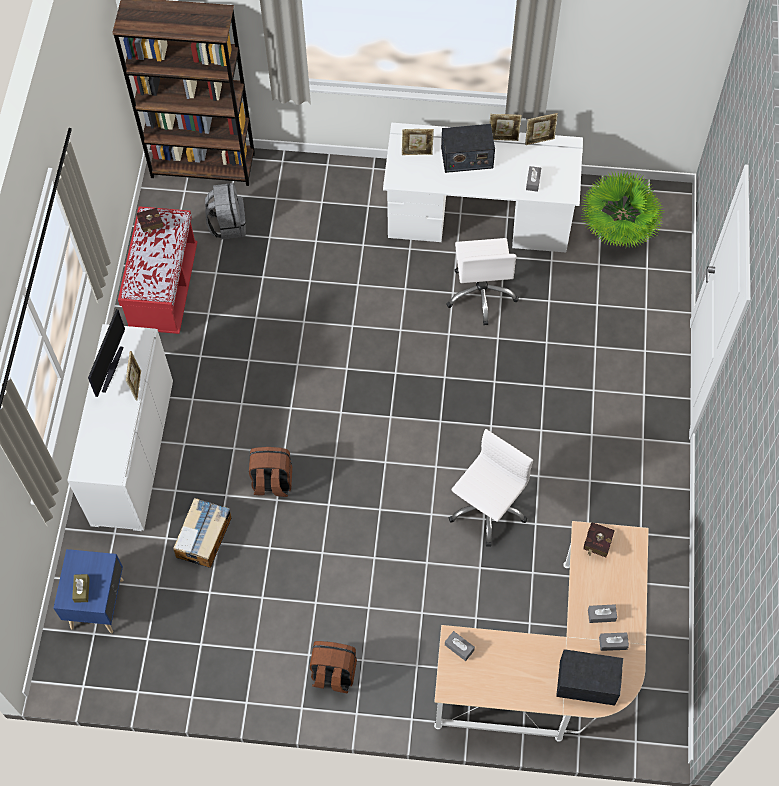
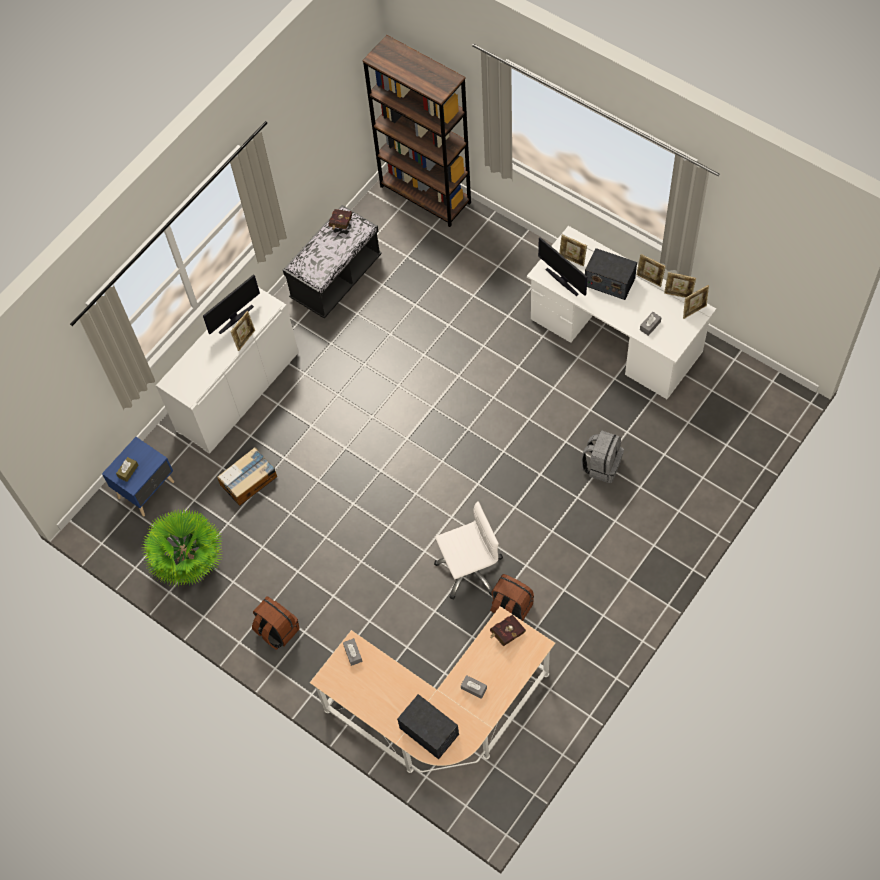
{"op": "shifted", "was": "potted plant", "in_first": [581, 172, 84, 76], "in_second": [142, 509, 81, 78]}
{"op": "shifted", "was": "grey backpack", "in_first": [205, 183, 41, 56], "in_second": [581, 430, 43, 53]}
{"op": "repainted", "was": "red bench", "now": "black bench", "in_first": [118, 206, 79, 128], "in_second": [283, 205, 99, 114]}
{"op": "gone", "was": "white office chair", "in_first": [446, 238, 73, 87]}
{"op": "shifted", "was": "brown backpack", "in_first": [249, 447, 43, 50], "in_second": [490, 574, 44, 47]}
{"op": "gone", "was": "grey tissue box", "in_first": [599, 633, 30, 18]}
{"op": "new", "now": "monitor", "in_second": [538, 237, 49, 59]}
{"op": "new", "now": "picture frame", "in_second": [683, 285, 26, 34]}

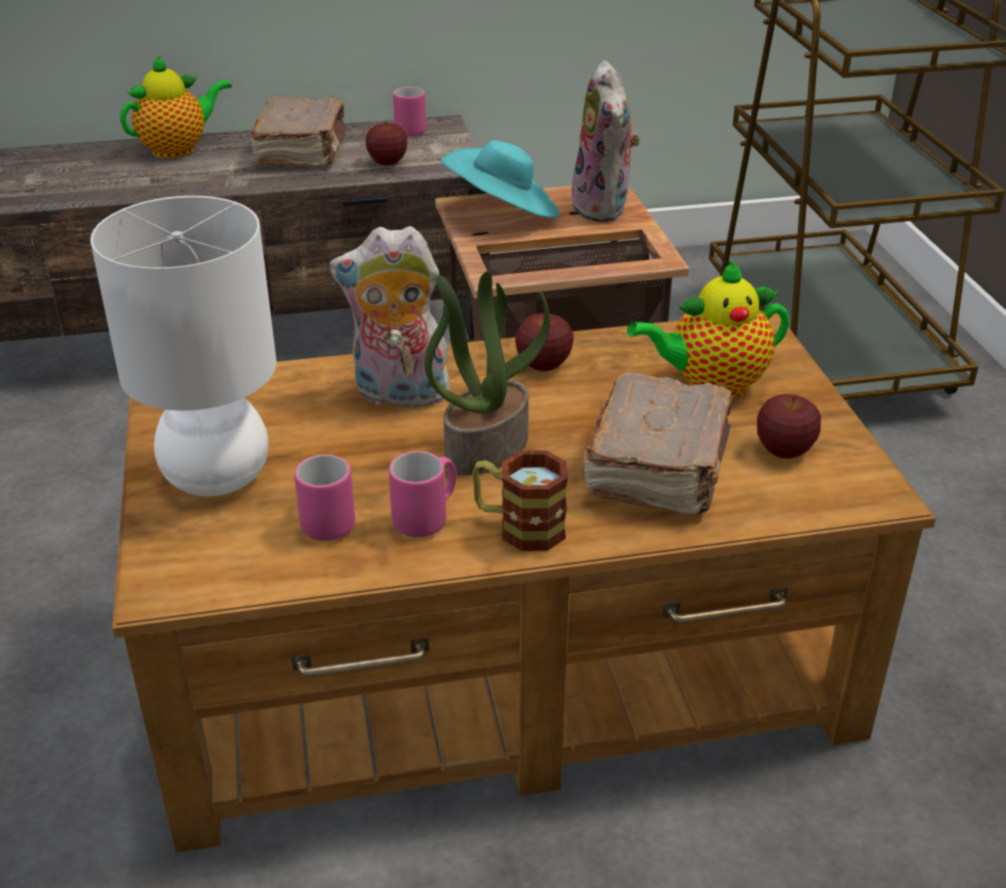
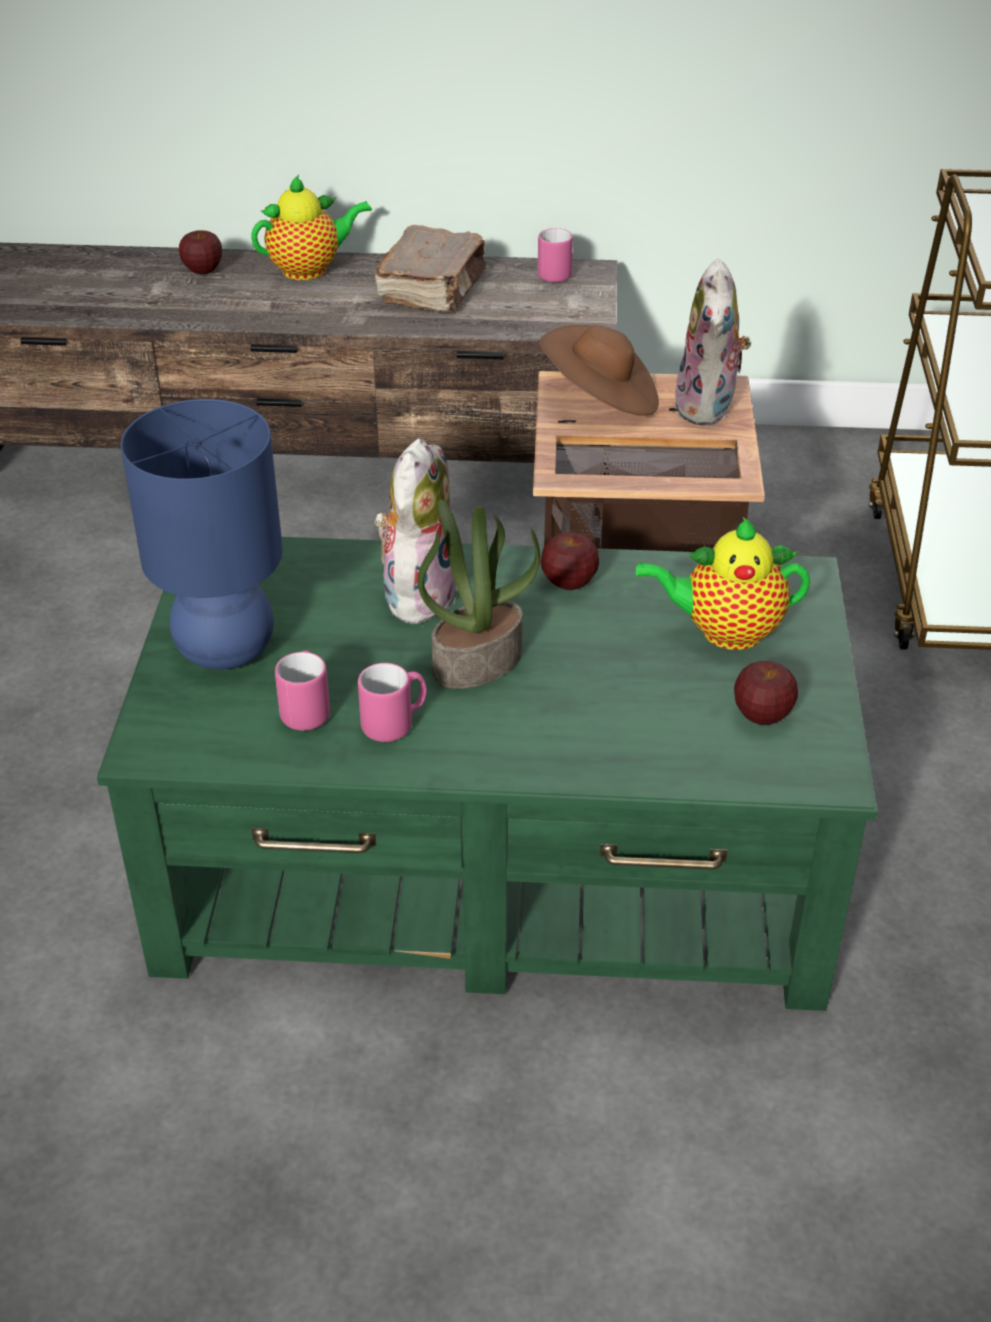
{"op": "shifted", "was": "apple", "in_first": [366, 121, 41, 44], "in_second": [179, 230, 43, 44]}
{"op": "repainted", "was": "turquoise hat", "now": "brown hat", "in_first": [441, 140, 118, 78], "in_second": [539, 325, 120, 91]}
{"op": "repainted", "was": "white table lamp", "now": "blue table lamp", "in_first": [90, 196, 187, 300], "in_second": [120, 399, 163, 271]}
{"op": "rotated", "was": "plush toy", "in_first": [329, 226, 124, 182], "in_second": [374, 438, 84, 186], "clockwise": 90}
{"op": "repainted", "was": "brown coffee table", "now": "green coffee table", "in_first": [112, 313, 824, 540], "in_second": [97, 537, 781, 474]}
{"op": "gone", "was": "brown book", "in_first": [584, 372, 149, 143]}
{"op": "gone", "was": "mug", "in_first": [472, 450, 96, 101]}

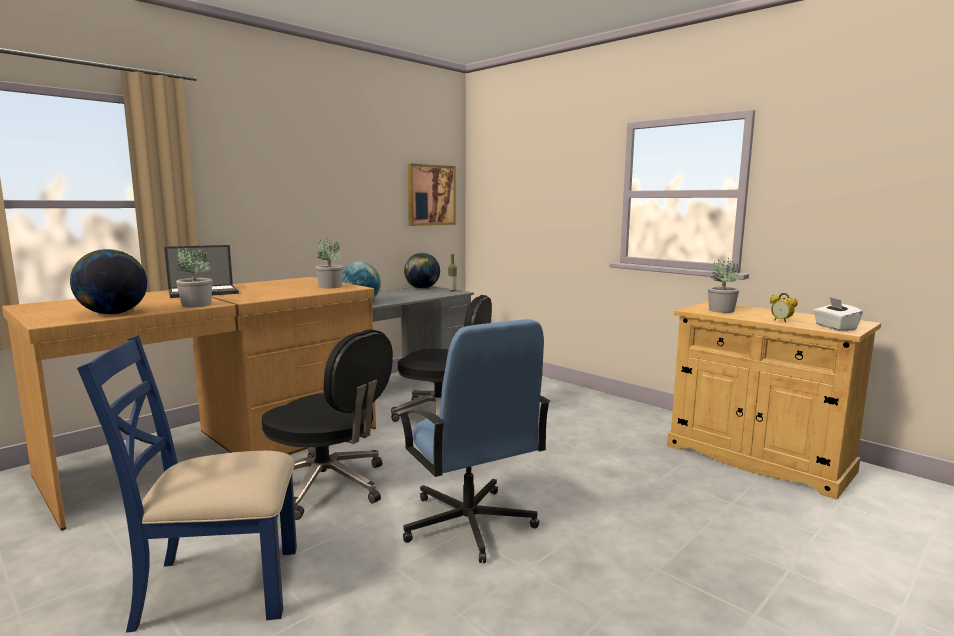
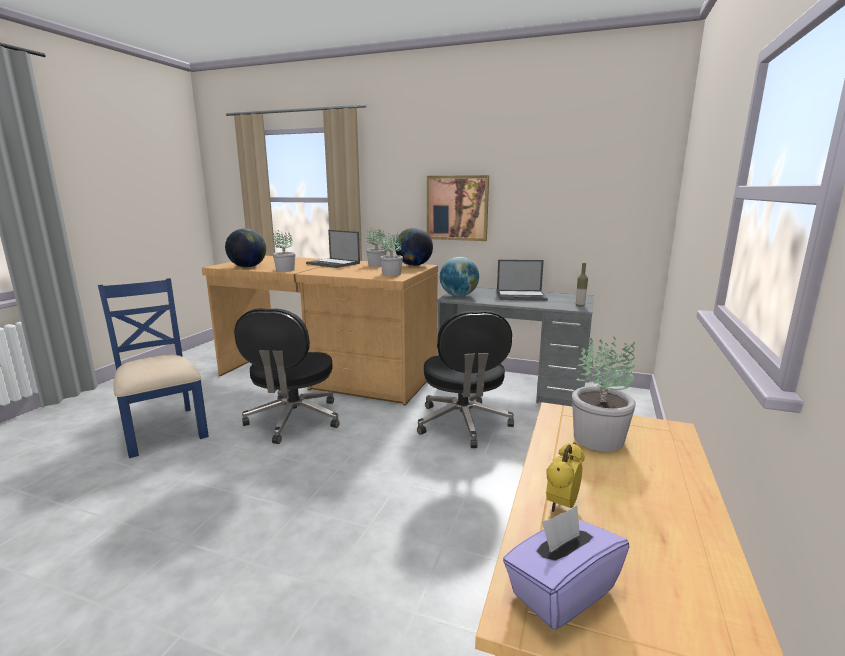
{"op": "shifted", "was": "picture", "in_first": [408, 163, 48, 63], "in_second": [427, 175, 62, 66]}
{"op": "shifted", "was": "globe", "in_first": [404, 253, 36, 36], "in_second": [395, 228, 38, 38]}
{"op": "repainted", "was": "white tissue box", "now": "purple tissue box", "in_first": [813, 297, 50, 34], "in_second": [503, 505, 126, 125]}
{"op": "gone", "was": "blue office chair", "in_first": [398, 319, 153, 244]}
{"op": "new", "now": "potted plant", "in_second": [366, 229, 21, 38]}
{"op": "new", "now": "laptop", "in_second": [497, 260, 51, 41]}

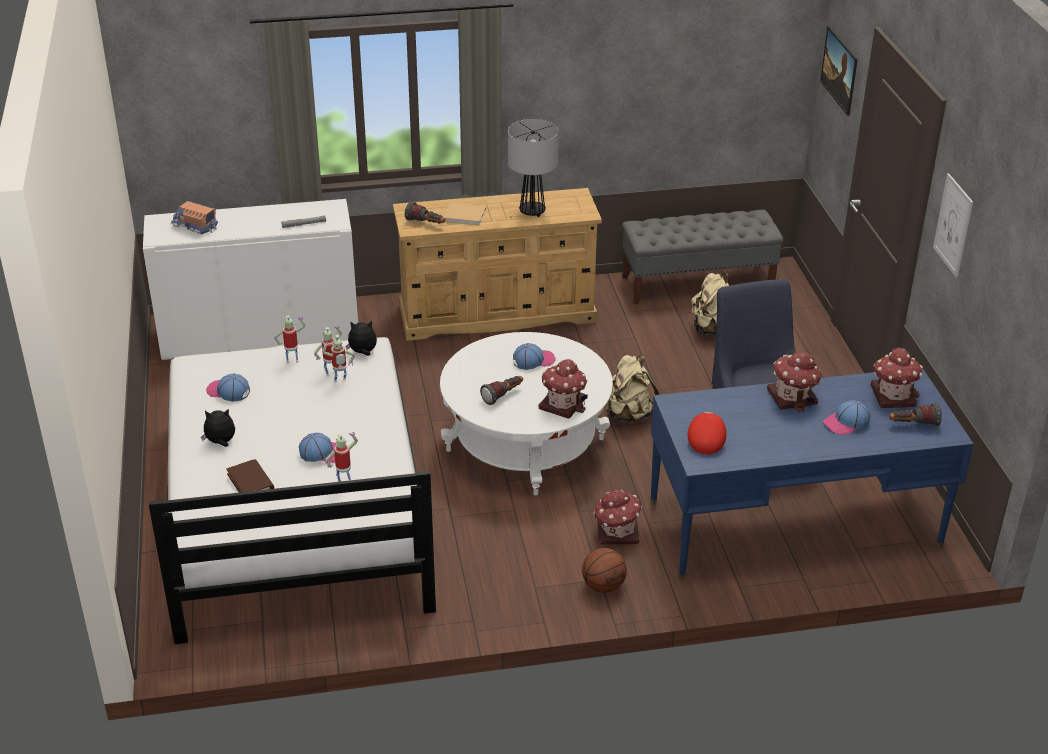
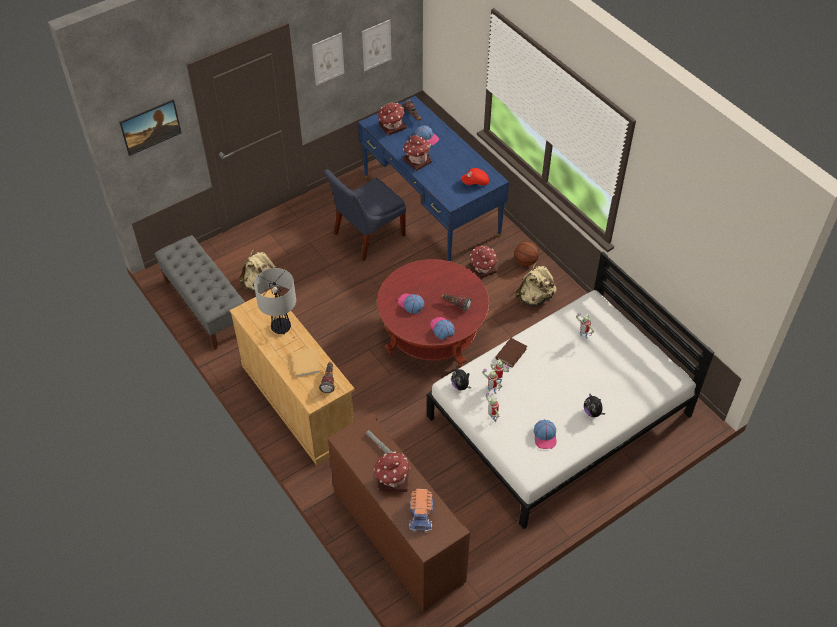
{"op": "repainted", "was": "white cabinet", "now": "brown cabinet", "in_first": [143, 199, 215, 161], "in_second": [327, 412, 143, 200]}
{"op": "repainted", "was": "white coffee table", "now": "red coffee table", "in_first": [440, 332, 173, 163], "in_second": [377, 259, 112, 109]}
{"op": "shifted", "was": "beige backpack", "in_first": [606, 355, 53, 67], "in_second": [515, 263, 41, 43]}
{"op": "shifted", "was": "toy house", "in_first": [539, 359, 49, 60], "in_second": [374, 452, 36, 40]}
{"op": "shifted", "was": "cap", "in_first": [299, 433, 39, 30], "in_second": [430, 317, 25, 23]}
{"op": "shifted", "was": "brown book", "in_first": [226, 459, 48, 34], "in_second": [495, 338, 32, 30]}
{"op": "new", "now": "picture", "in_second": [362, 20, 29, 51]}

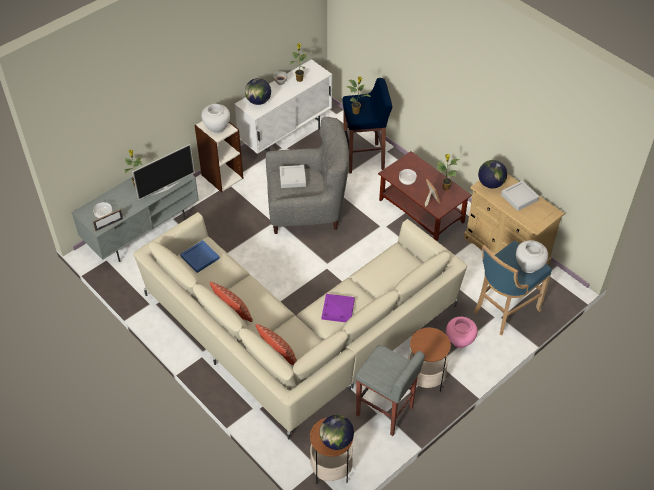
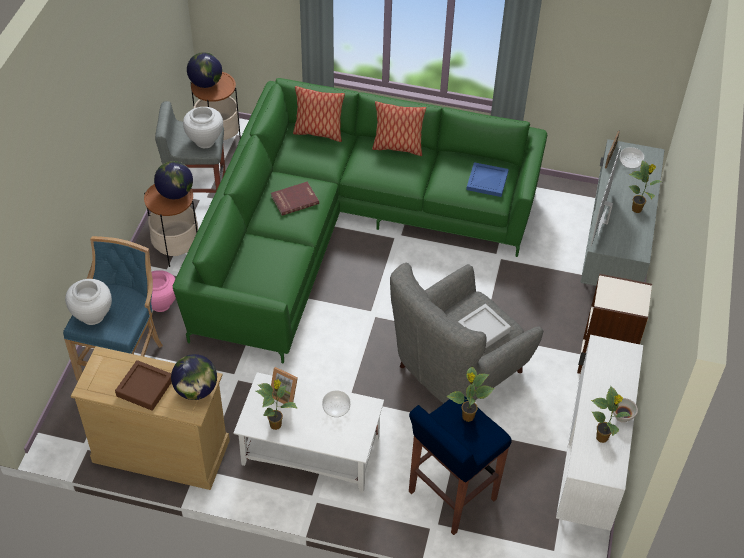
{"op": "shifted", "was": "globe", "in_first": [245, 78, 26, 27], "in_second": [154, 161, 39, 38]}
{"op": "shifted", "was": "white vase", "in_first": [201, 104, 29, 30], "in_second": [183, 107, 40, 41]}
{"op": "repainted", "was": "brown coffee table", "now": "white coffee table", "in_first": [378, 151, 94, 91], "in_second": [233, 372, 151, 121]}
{"op": "repainted", "was": "grey tray", "now": "brown tray", "in_first": [501, 180, 38, 31], "in_second": [115, 360, 57, 51]}
{"op": "repainted", "was": "beige sofa", "now": "green sofa", "in_first": [134, 212, 333, 227], "in_second": [173, 78, 374, 285]}
{"op": "swapped", "was": "purple tray", "now": "red book", "in_first": [322, 294, 33, 28], "in_second": [271, 182, 48, 34]}

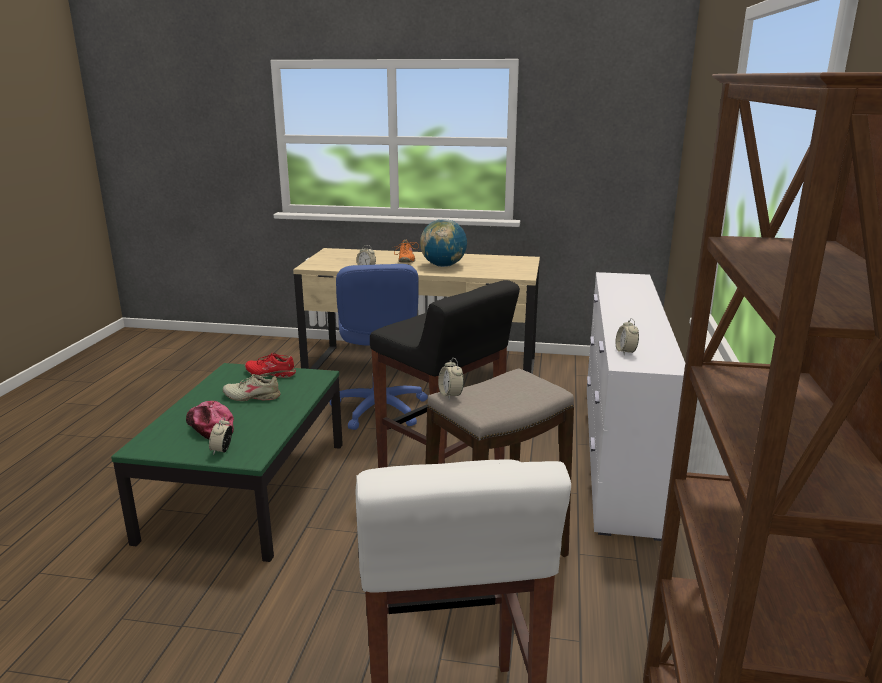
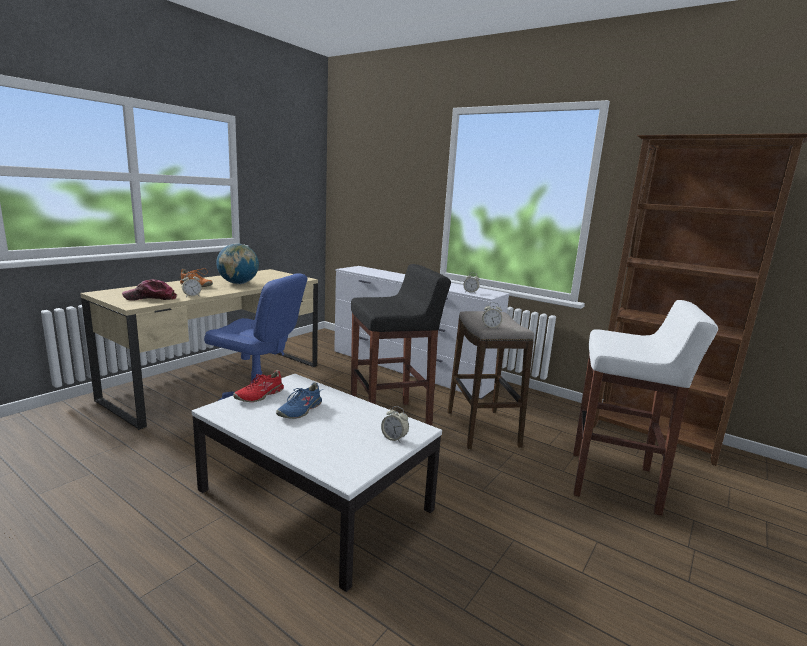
{"op": "repainted", "was": "green coffee table", "now": "white coffee table", "in_first": [111, 363, 232, 199], "in_second": [192, 374, 250, 218]}
{"op": "repainted", "was": "beige shoe", "now": "blue shoe", "in_first": [223, 374, 58, 27], "in_second": [276, 382, 47, 37]}
{"op": "shifted", "was": "cap", "in_first": [186, 401, 48, 38], "in_second": [122, 280, 55, 21]}

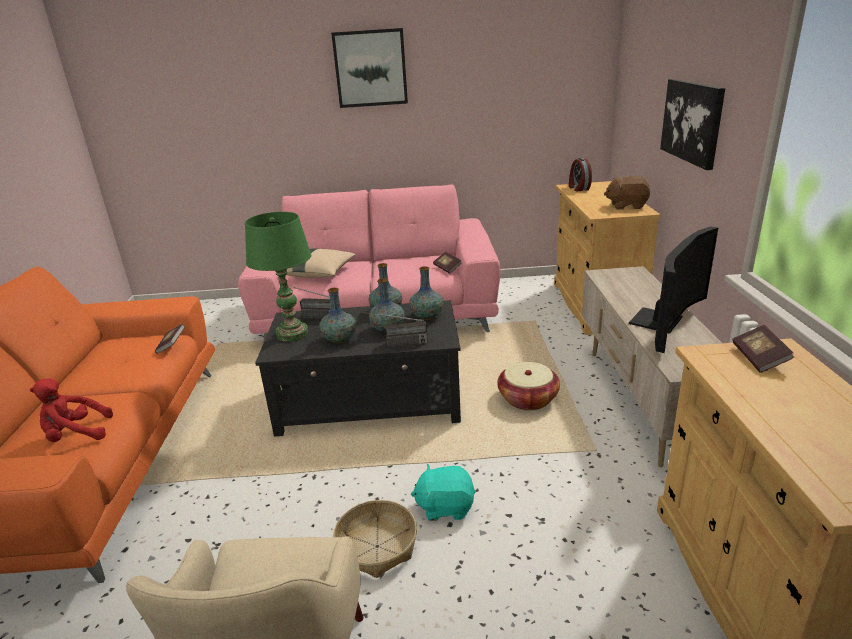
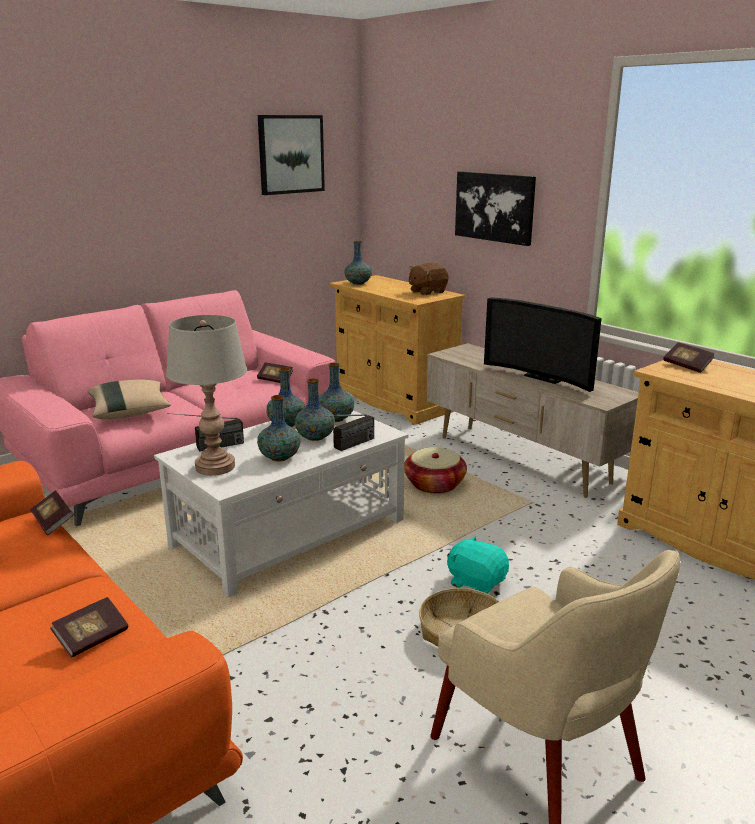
{"op": "shifted", "was": "picture", "in_first": [331, 28, 77, 80], "in_second": [258, 115, 67, 80]}
{"op": "swapped", "was": "alarm clock", "now": "vase", "in_first": [569, 158, 23, 33], "in_second": [344, 241, 28, 44]}
{"op": "repainted", "was": "green table lamp", "now": "grey table lamp", "in_first": [245, 212, 66, 130], "in_second": [166, 315, 81, 161]}
{"op": "rotated", "was": "television", "in_first": [629, 227, 89, 126], "in_second": [484, 297, 118, 95], "clockwise": 135}
{"op": "repainted", "was": "black coffee table", "now": "white coffee table", "in_first": [255, 300, 206, 137], "in_second": [154, 410, 254, 188]}
{"op": "swapped", "was": "red plush toy", "now": "book", "in_first": [30, 379, 83, 63], "in_second": [50, 597, 78, 61]}
{"op": "rotated", "was": "turquoise plush toy", "in_first": [411, 464, 65, 57], "in_second": [447, 536, 62, 57], "clockwise": 75}

